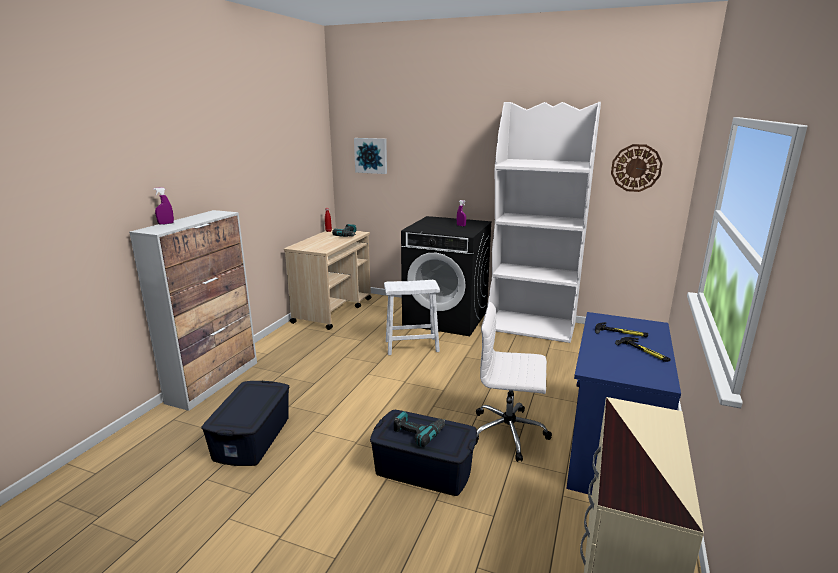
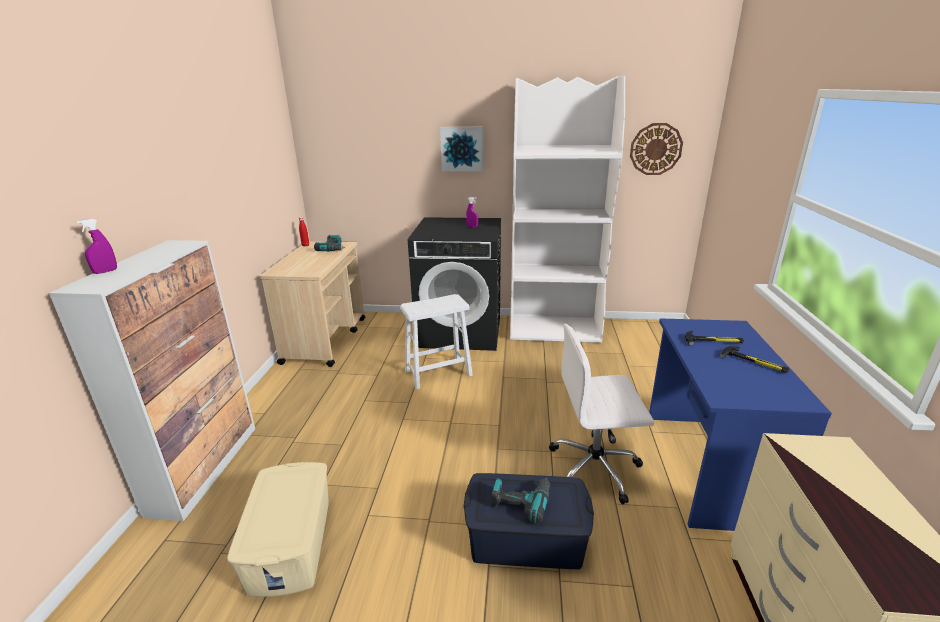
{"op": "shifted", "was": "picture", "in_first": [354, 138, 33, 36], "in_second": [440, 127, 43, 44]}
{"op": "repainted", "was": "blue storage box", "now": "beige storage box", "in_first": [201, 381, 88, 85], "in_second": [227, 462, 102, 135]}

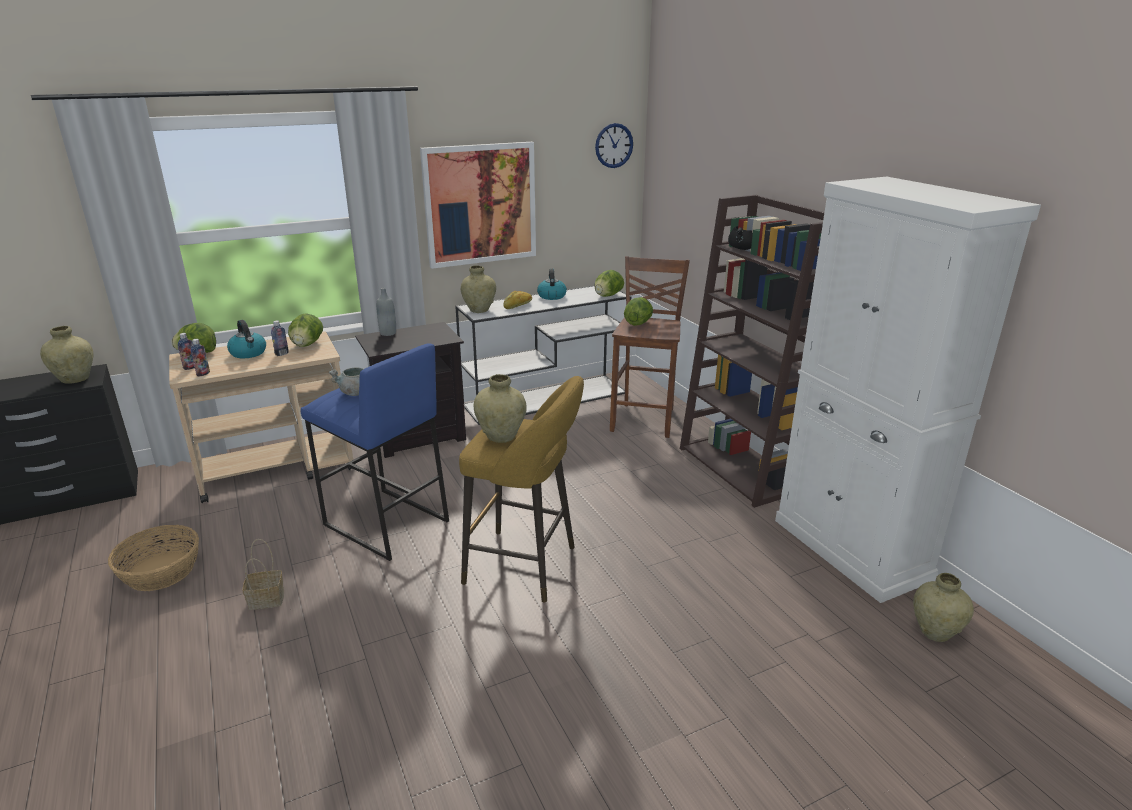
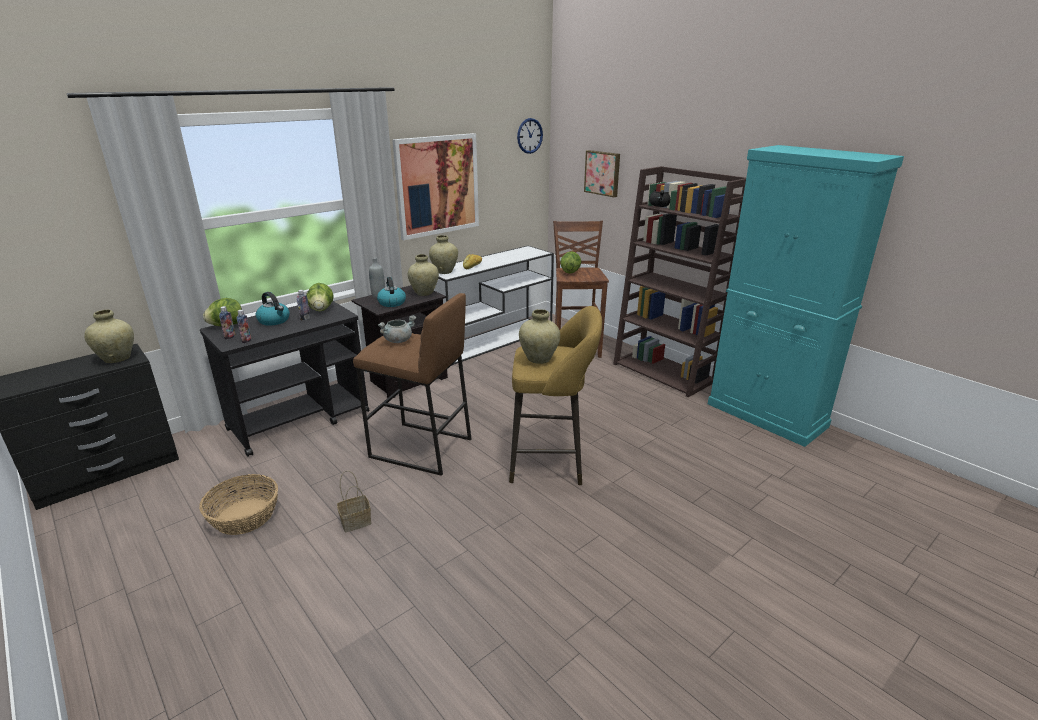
{"op": "repainted", "was": "white cabinet", "now": "turquoise cabinet", "in_first": [775, 177, 266, 426], "in_second": [708, 145, 196, 302]}
{"op": "shifted", "was": "kettle", "in_first": [537, 269, 30, 31], "in_second": [377, 277, 29, 30]}
{"op": "gone", "was": "lettuce", "in_first": [595, 270, 29, 27]}
{"op": "repainted", "was": "beige cart", "now": "black cart", "in_first": [169, 331, 184, 172], "in_second": [200, 301, 169, 156]}
{"op": "repainted", "was": "blue stool", "now": "brown stool", "in_first": [301, 343, 148, 218], "in_second": [353, 293, 119, 183]}
{"op": "shifted", "was": "beige vase", "in_first": [913, 573, 61, 69], "in_second": [408, 254, 31, 42]}
{"op": "new", "now": "picture", "in_second": [584, 150, 36, 47]}

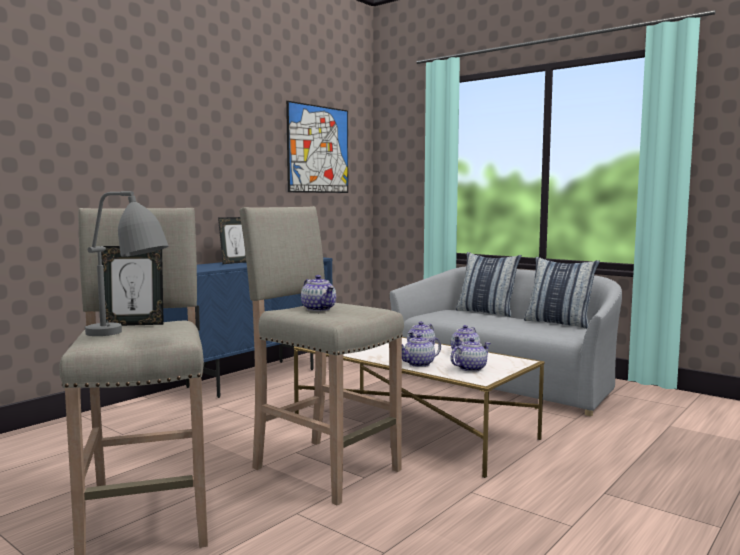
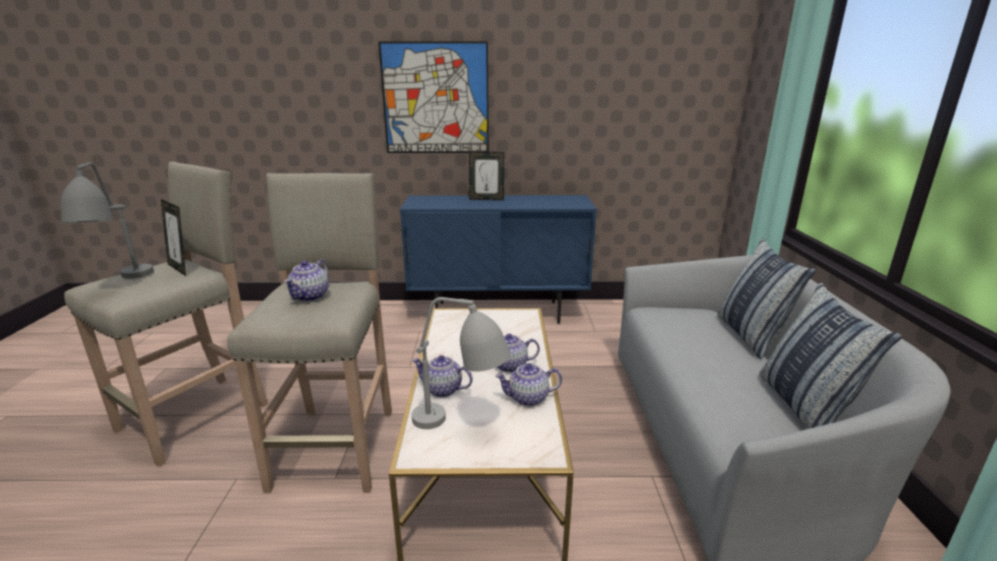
{"op": "shifted", "was": "picture", "in_first": [286, 101, 62, 92], "in_second": [378, 41, 111, 112]}
{"op": "swapped", "was": "teapot", "now": "grey table lamp", "in_first": [450, 338, 41, 34], "in_second": [412, 297, 99, 132]}

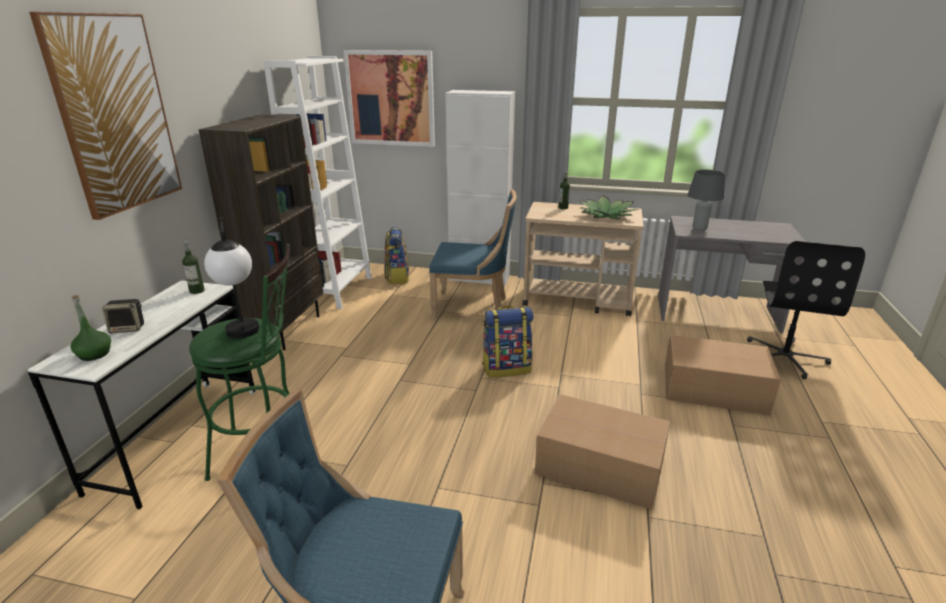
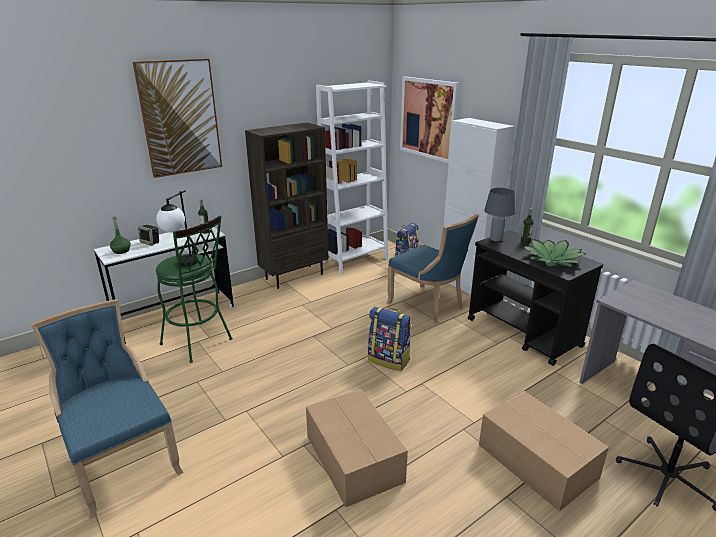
{"op": "shifted", "was": "grey table lamp", "in_first": [688, 169, 37, 62], "in_second": [484, 188, 32, 54]}
{"op": "repainted", "was": "beige cart", "now": "black cart", "in_first": [523, 202, 121, 115], "in_second": [468, 230, 135, 136]}

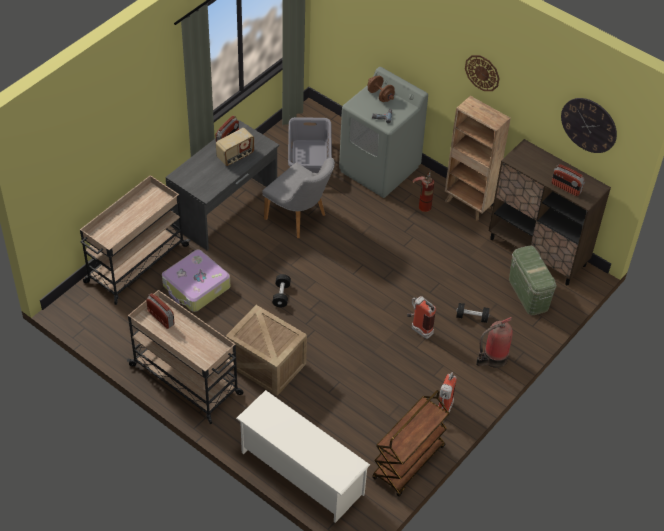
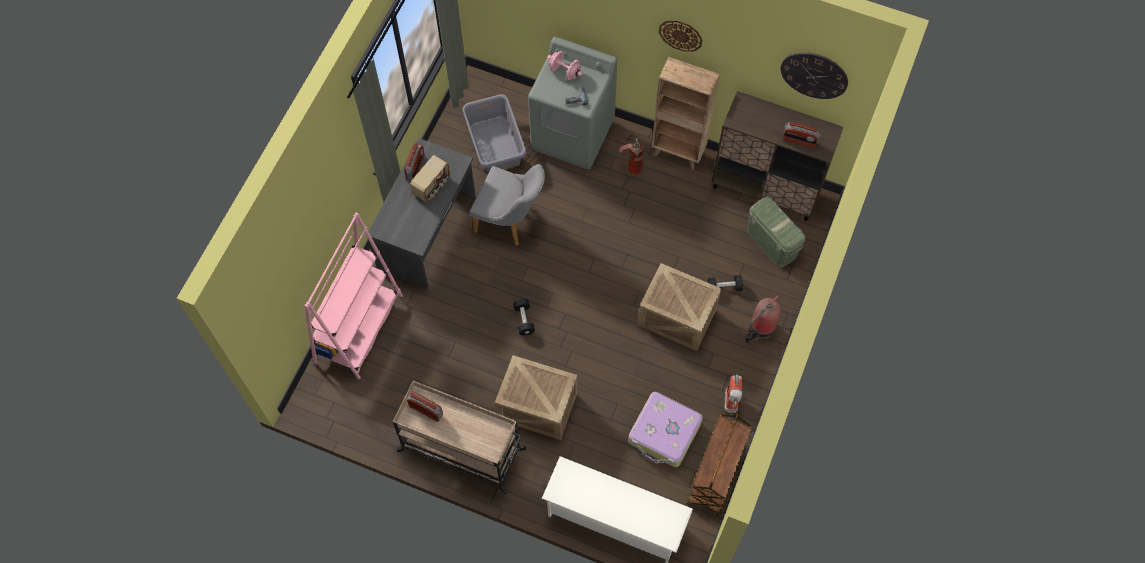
{"op": "repainted", "was": "brown dumbbell", "now": "pink dumbbell", "in_first": [367, 76, 28, 26], "in_second": [547, 51, 36, 29]}
{"op": "swapped", "was": "beige cart", "now": "pink bookcase", "in_first": [80, 175, 110, 130], "in_second": [305, 213, 98, 166]}
{"op": "shifted", "was": "suitcase", "in_first": [162, 249, 68, 63], "in_second": [628, 392, 74, 75]}
{"op": "swapped", "was": "fire extinguisher", "now": "crate", "in_first": [407, 296, 29, 43], "in_second": [638, 263, 84, 88]}

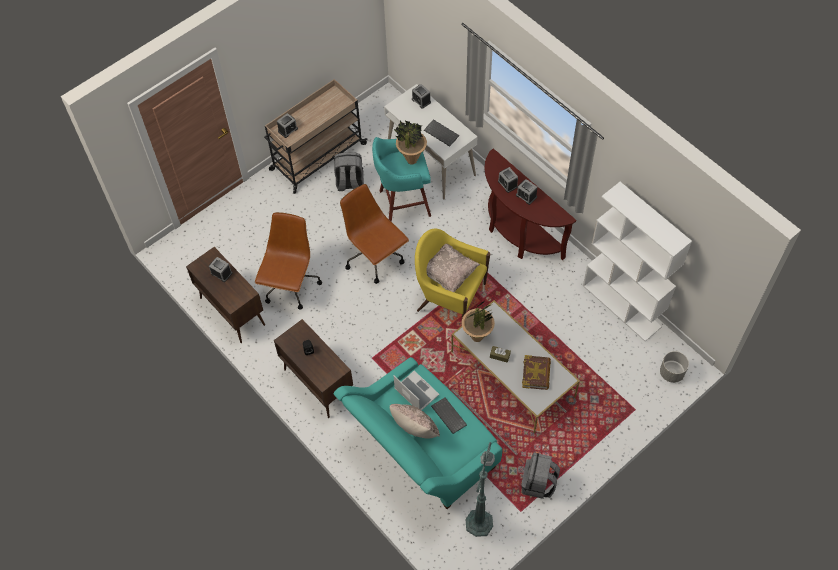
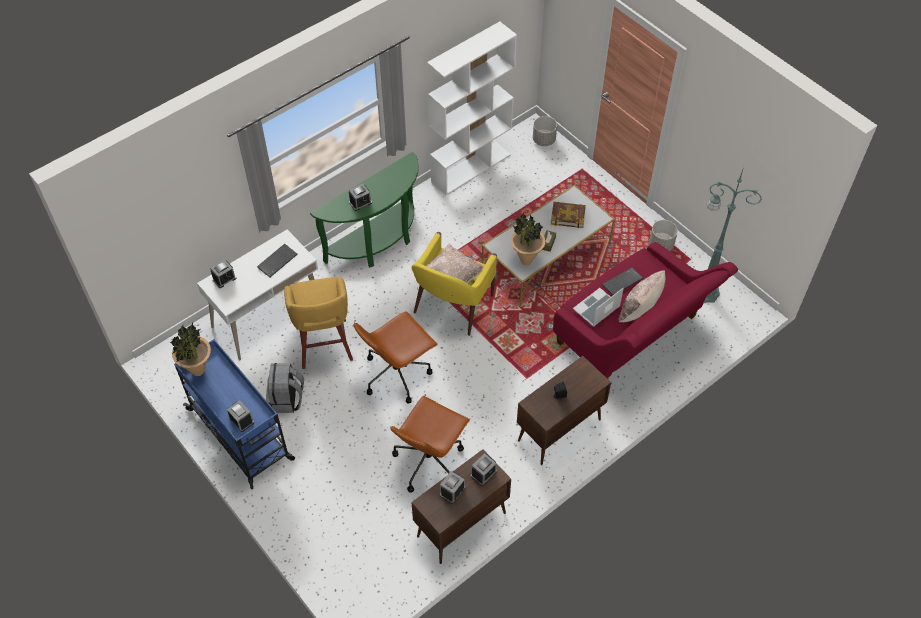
{"op": "repainted", "was": "beige cart", "now": "blue cart", "in_first": [264, 79, 104, 115], "in_second": [174, 339, 121, 150]}
{"op": "shifted", "was": "potted plant", "in_first": [394, 120, 33, 44], "in_second": [170, 323, 41, 53]}
{"op": "repainted", "was": "turquoise stool", "now": "yellow stool", "in_first": [372, 137, 59, 85], "in_second": [284, 277, 69, 92]}
{"op": "repainted", "was": "brown console table", "now": "green console table", "in_first": [484, 148, 92, 112], "in_second": [310, 152, 109, 116]}
{"op": "shifted", "was": "alarm clock", "in_first": [516, 179, 21, 26], "in_second": [471, 453, 26, 33]}
{"op": "rotated", "was": "brown office chair", "in_first": [255, 212, 67, 98], "in_second": [390, 396, 80, 97], "clockwise": -75}
{"op": "repainted", "was": "turquoise sofa", "now": "red sofa", "in_first": [333, 357, 169, 152], "in_second": [553, 242, 185, 137]}
{"op": "swapped", "was": "grey backpack", "now": "grey planter", "in_first": [521, 453, 39, 46], "in_second": [650, 220, 28, 31]}

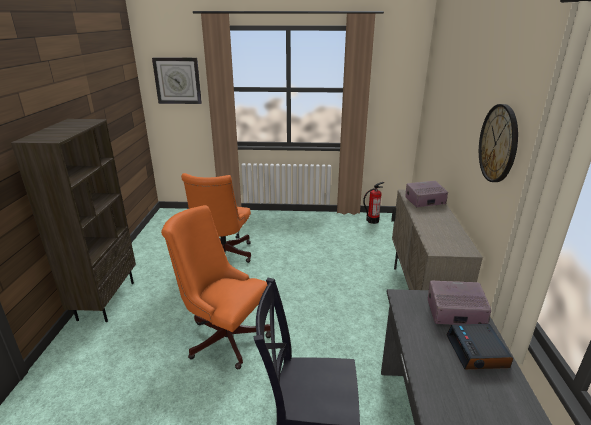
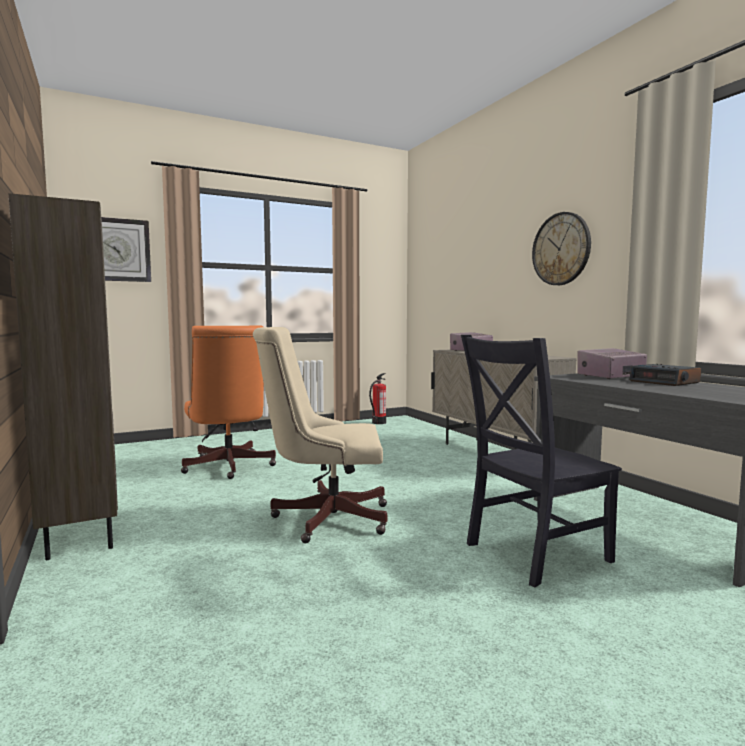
{"op": "repainted", "was": "orange office chair", "now": "beige office chair", "in_first": [161, 205, 110, 164], "in_second": [253, 327, 135, 216]}

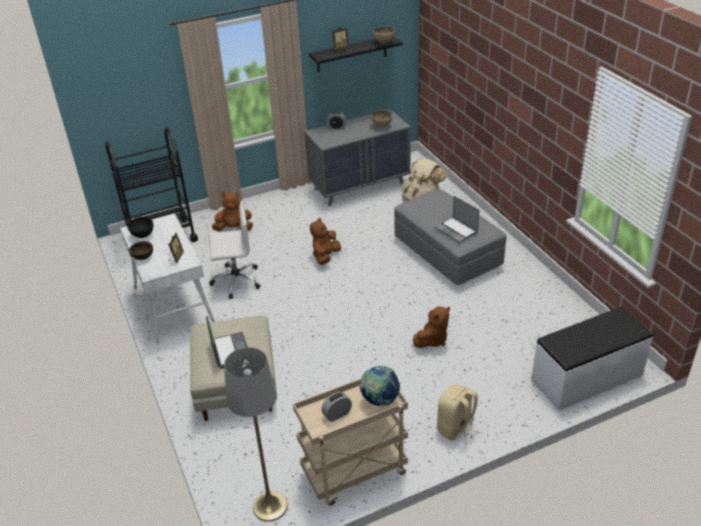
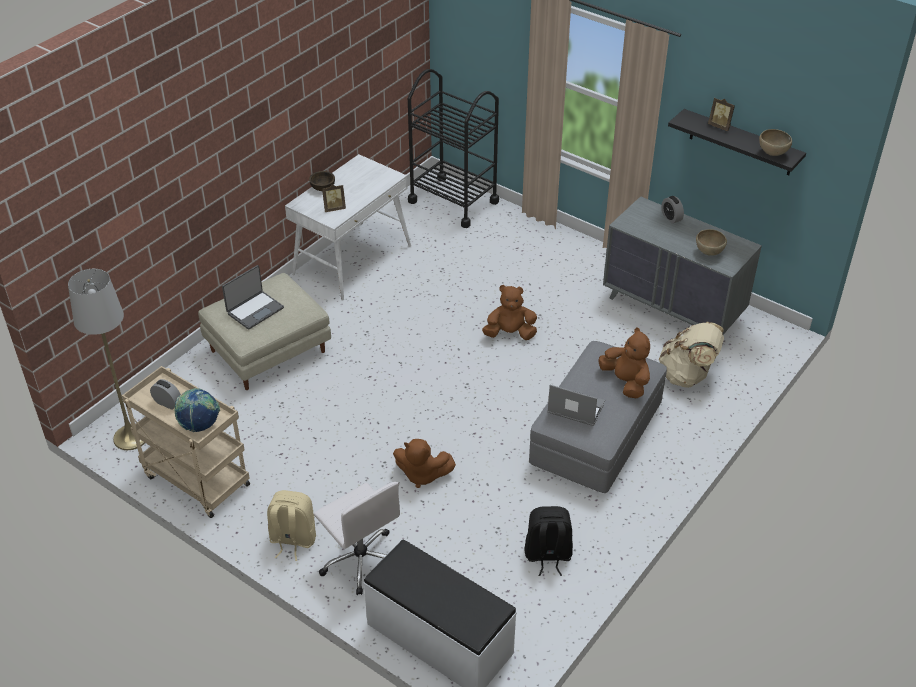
{"op": "shifted", "was": "brown plush toy", "in_first": [212, 192, 41, 39], "in_second": [599, 327, 51, 71]}
{"op": "rotated", "was": "laptop", "in_first": [435, 196, 45, 47], "in_second": [548, 385, 57, 41], "clockwise": 90}
{"op": "shifted", "was": "white office chair", "in_first": [209, 200, 52, 99], "in_second": [314, 482, 86, 113]}
{"op": "gone", "was": "black bowl", "in_first": [127, 217, 26, 21]}
{"op": "new", "now": "black backpack", "in_second": [524, 506, 49, 70]}

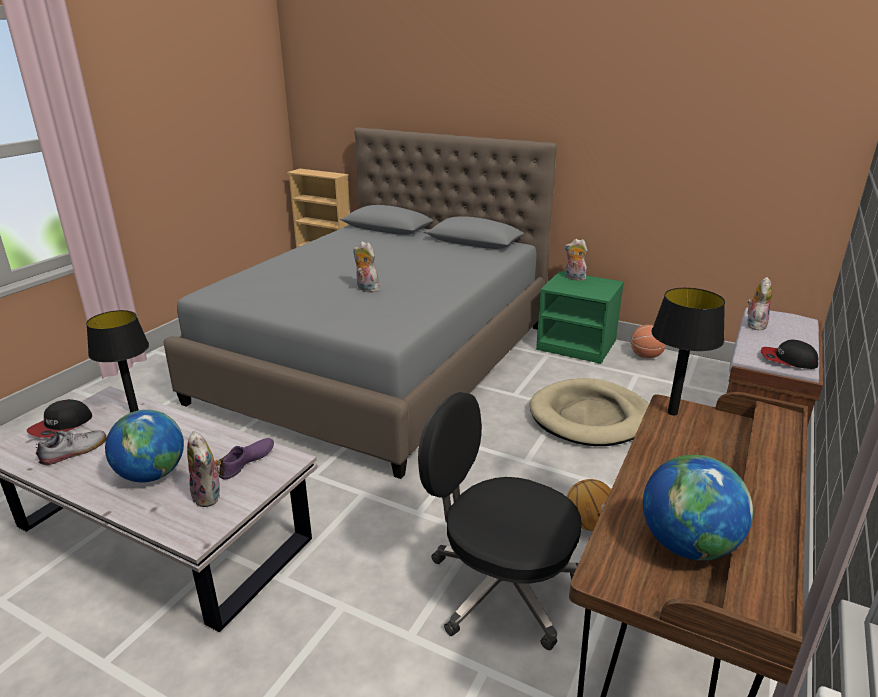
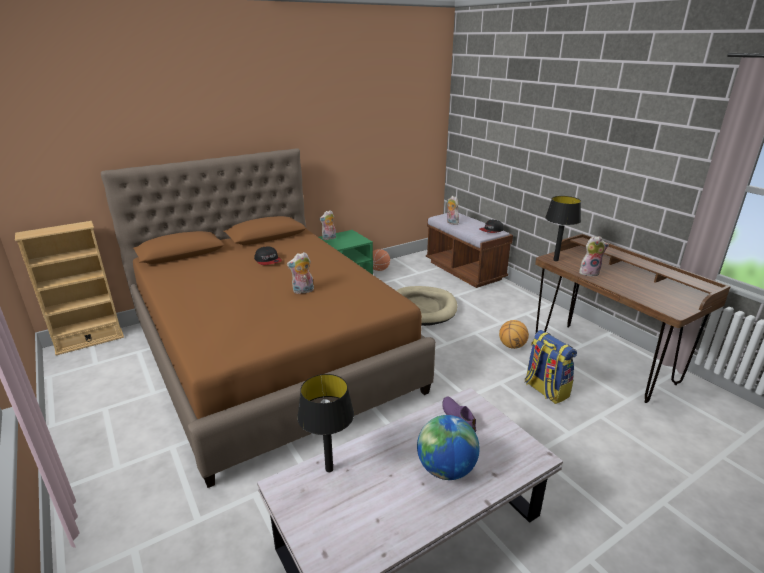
{"op": "repainted", "was": "grey bed", "now": "brown bed", "in_first": [164, 127, 393, 352], "in_second": [101, 148, 335, 340]}
{"op": "swapped", "was": "black office chair", "now": "backpack", "in_first": [418, 392, 164, 258], "in_second": [525, 330, 52, 74]}
{"op": "shifted", "was": "cap", "in_first": [27, 399, 65, 39], "in_second": [254, 246, 28, 19]}
{"op": "gone", "was": "shoe", "in_first": [36, 431, 71, 35]}
{"op": "shifted", "was": "plush toy", "in_first": [187, 431, 34, 76], "in_second": [579, 236, 30, 41]}
{"op": "gone", "was": "globe", "in_first": [643, 455, 110, 106]}

